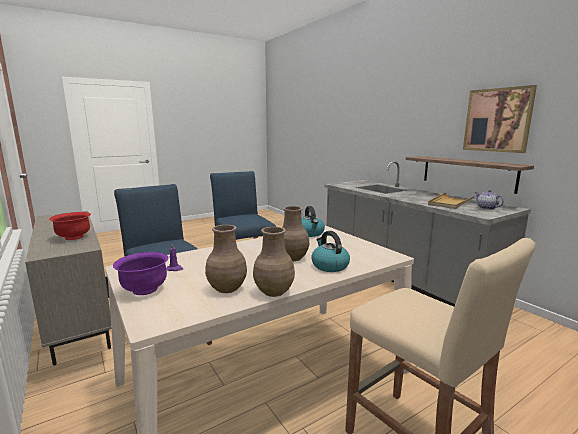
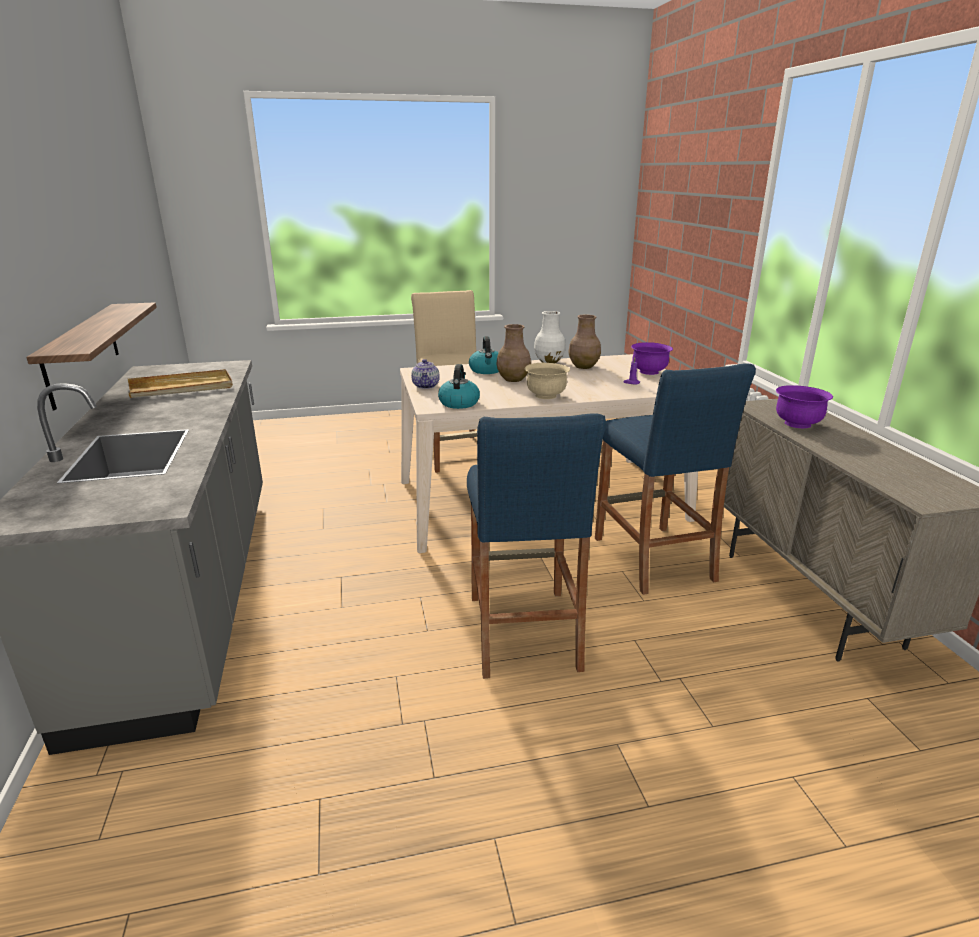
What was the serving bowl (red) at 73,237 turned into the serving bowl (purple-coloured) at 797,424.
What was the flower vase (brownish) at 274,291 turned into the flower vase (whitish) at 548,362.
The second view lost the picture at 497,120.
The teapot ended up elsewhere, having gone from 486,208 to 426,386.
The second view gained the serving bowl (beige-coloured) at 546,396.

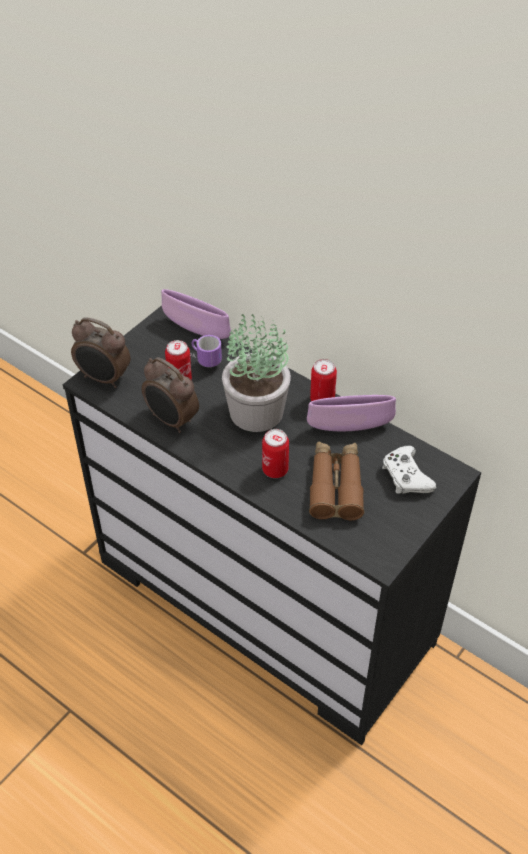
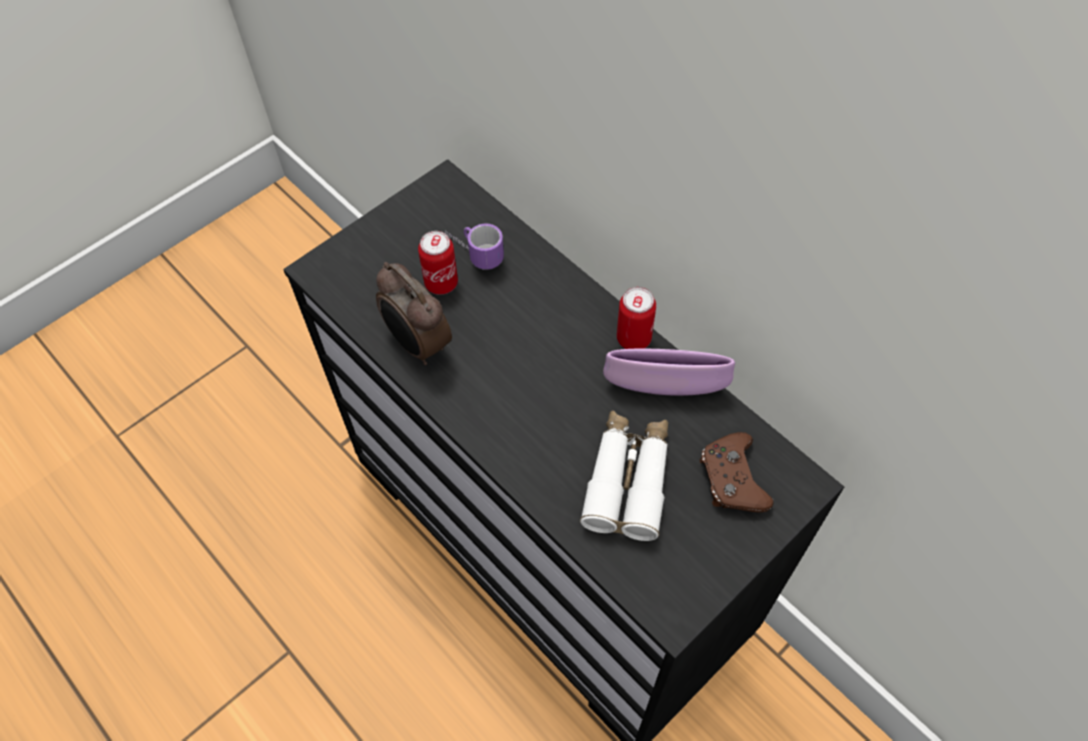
The second view lost the bedside clock at 104,379.
The second view lost the serving bowl (purple-coloured) at 196,330.
The second view lost the potted plant at 256,412.
The second view lost the metal can at 275,470.
What was the field glasses (brownish) at 335,486 turned into the field glasses (whitish) at 628,480.
What was the gamepad (whitish) at 406,476 turned into the gamepad (brownish) at 732,479.

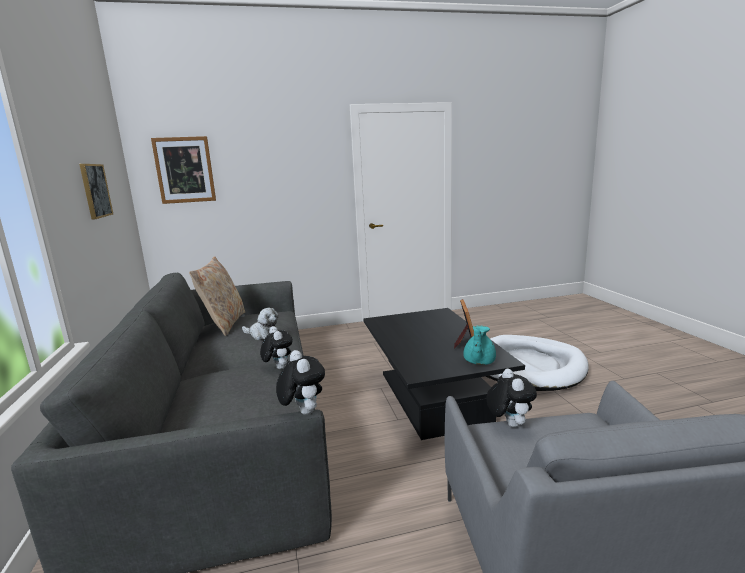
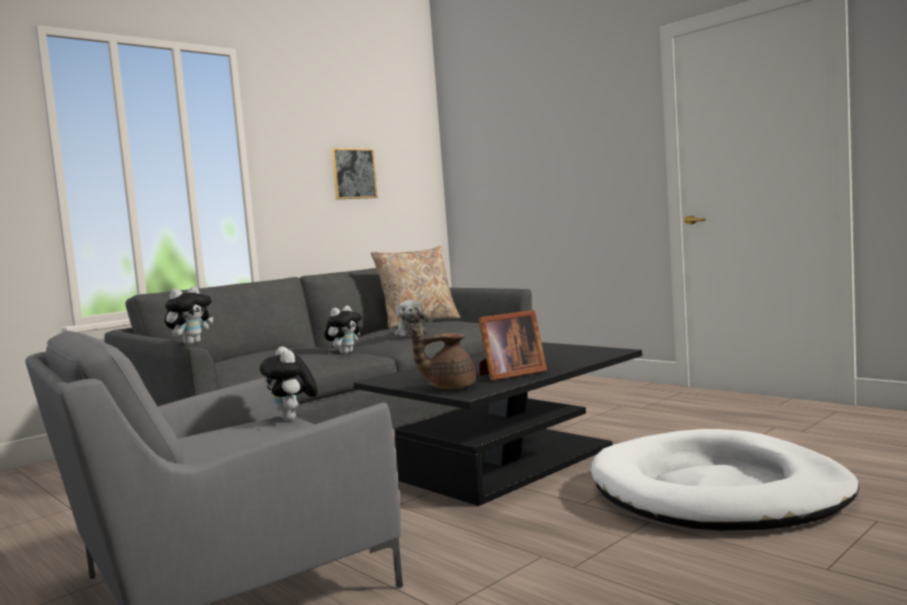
The second view lost the picture at 184,170.
What was the teapot (turquoise) at 478,362 turned into the teapot (brownish) at 449,387.
The cuddly toy at 508,424 ended up facing another way, 105 degrees clockwise from before.

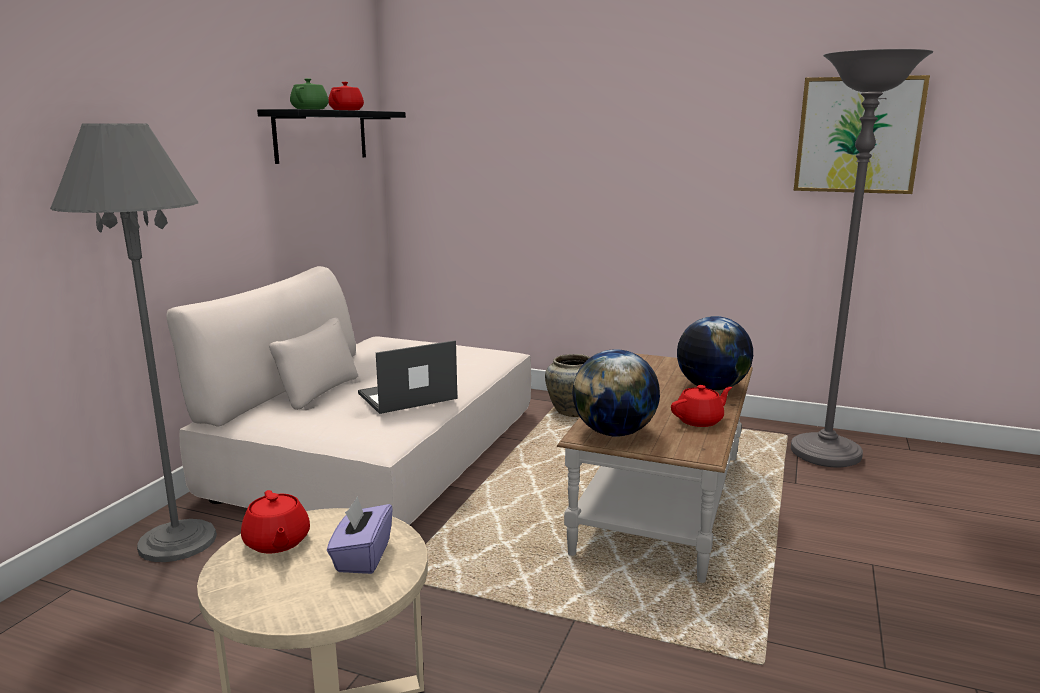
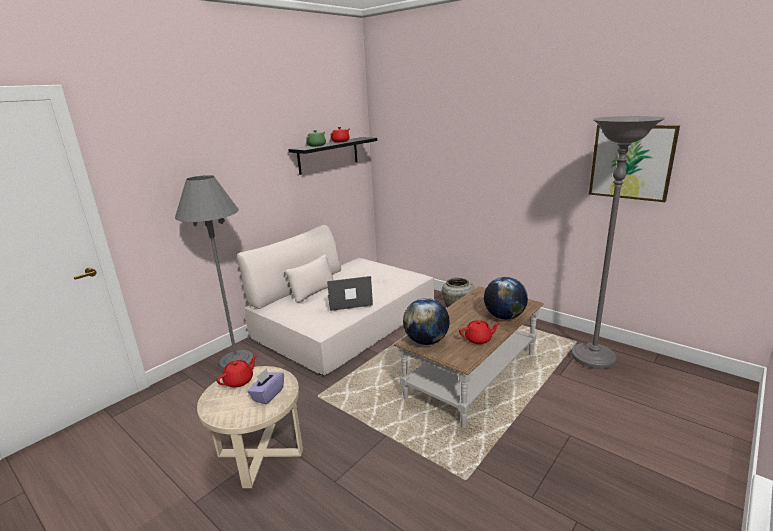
The teapot (red) at 277,542 ended up facing another way, 135 degrees counterclockwise from before.

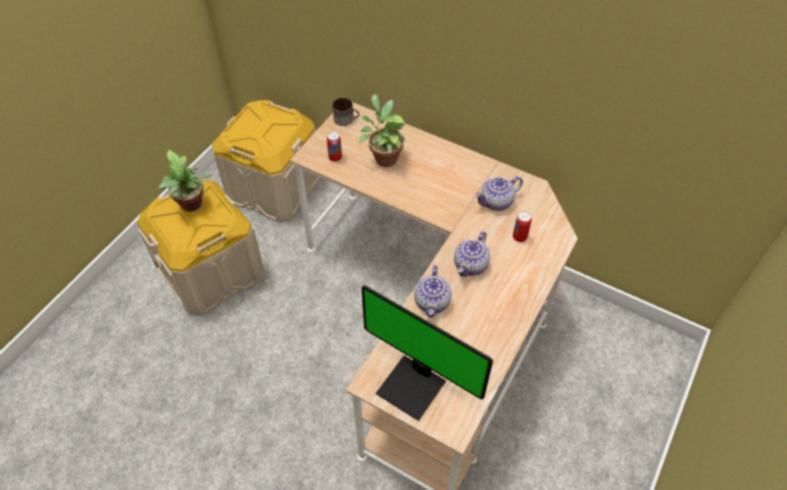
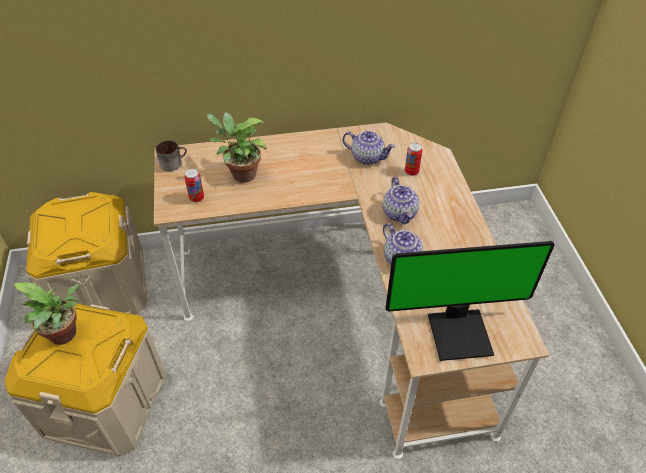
The teapot at 496,202 ended up facing another way, 90 degrees counterclockwise from before.

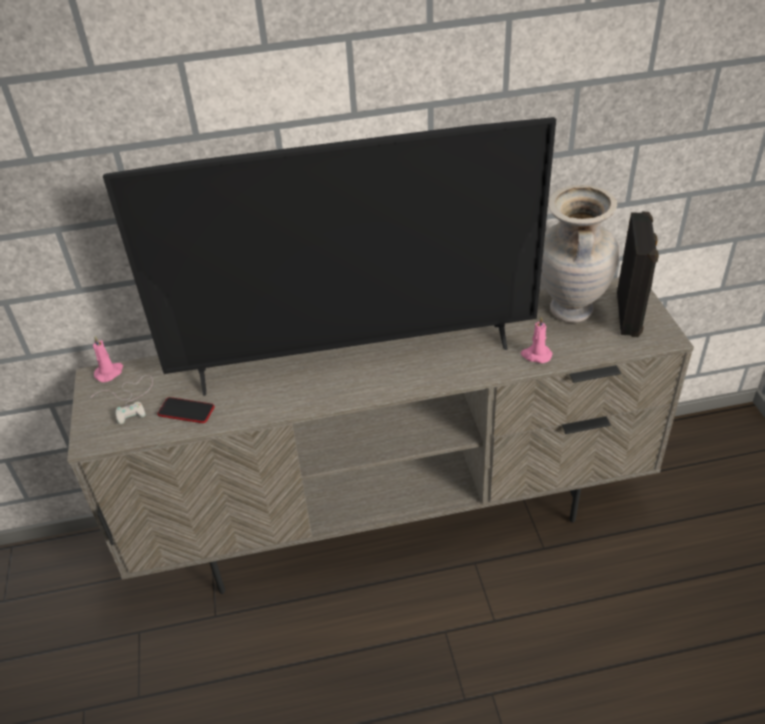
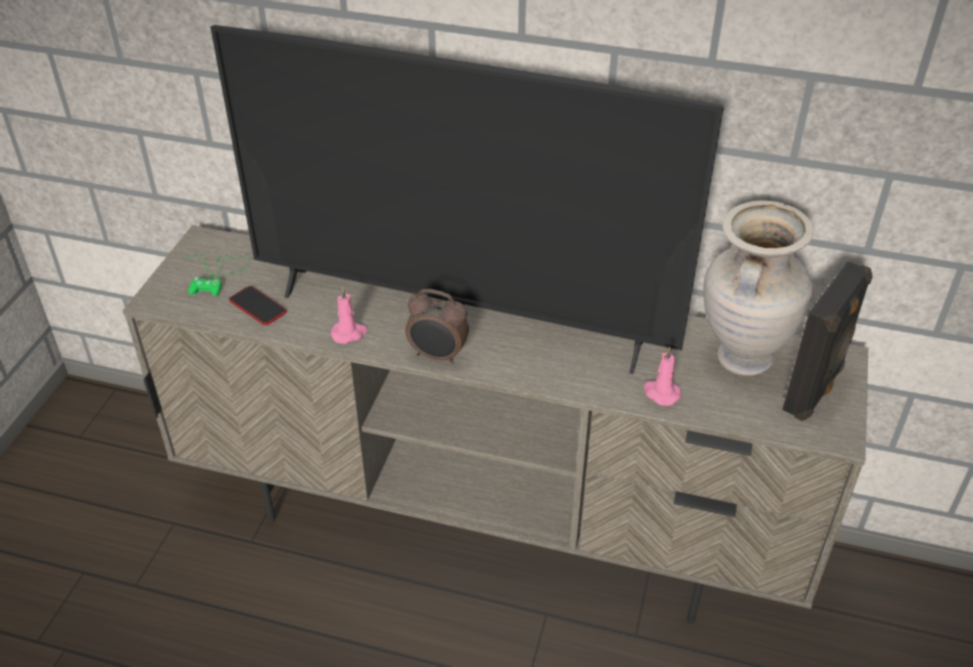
The candle (pink) ended up elsewhere, having gone from 109,372 to 349,333.
What was the gamepad (whitish) at 131,399 turned into the gamepad (green-coloured) at 217,274.
The second view gained the bedside clock at 438,356.

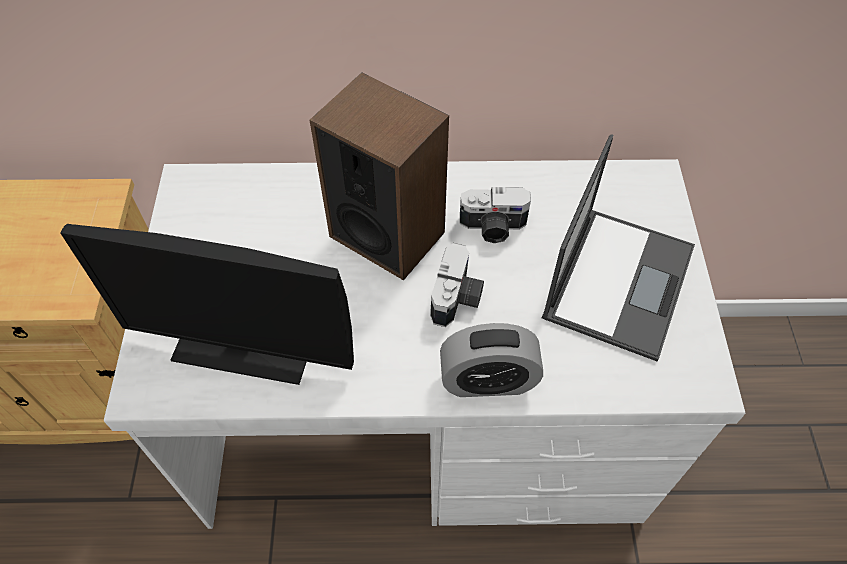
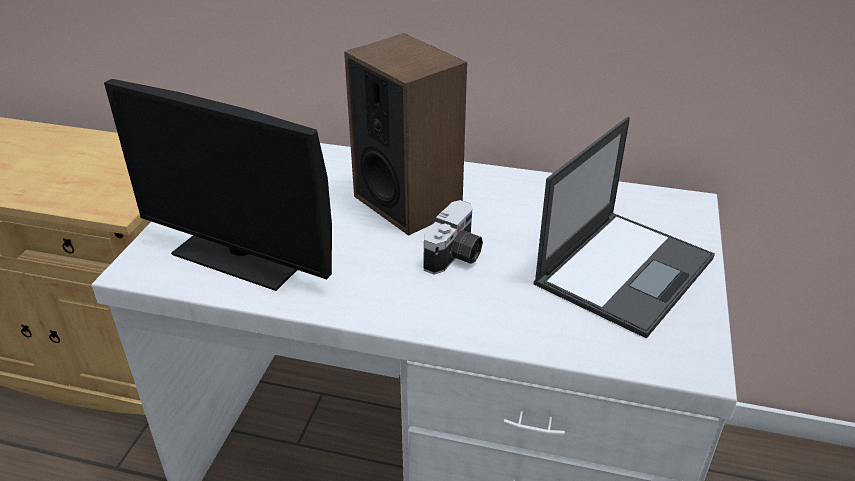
The second view lost the bedside clock at 488,380.
The second view lost the photo camera at 493,228.

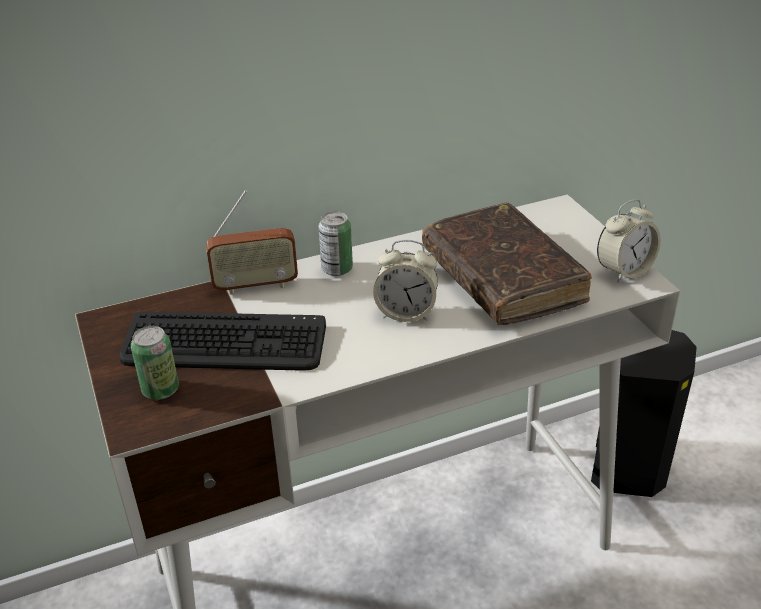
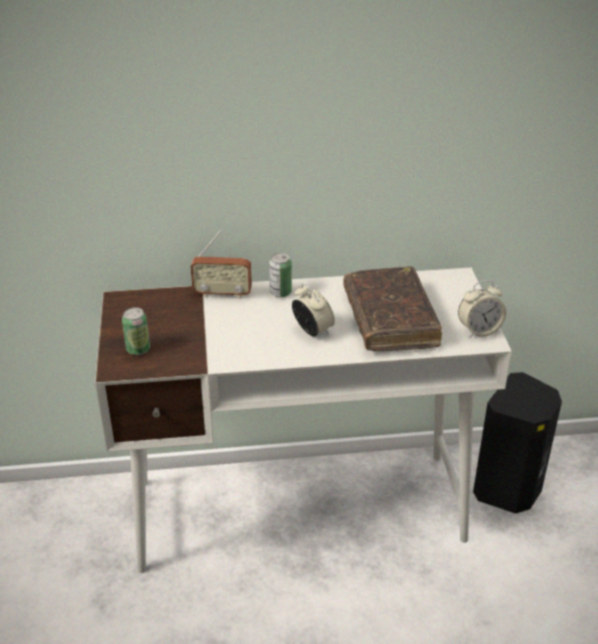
The second view lost the PC keyboard at 224,344.
The bedside clock at 406,313 ended up facing another way, 150 degrees counterclockwise from before.

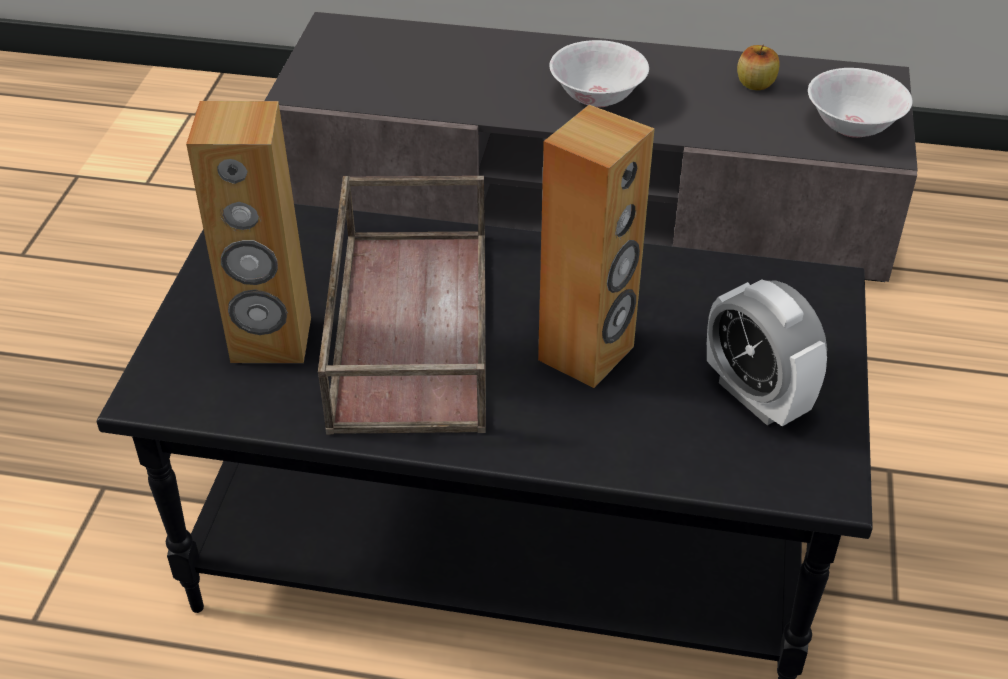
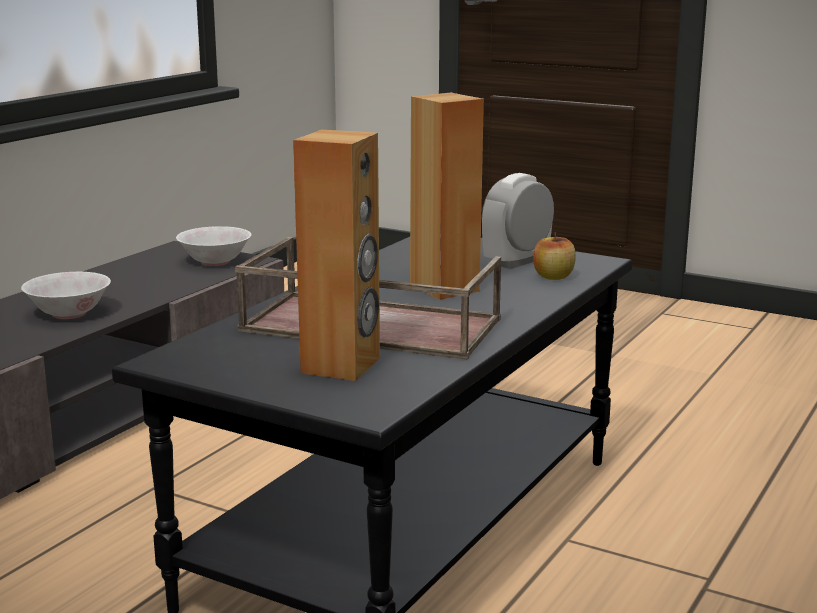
The bedside clock at 756,396 ended up facing another way, 150 degrees clockwise from before.
The apple fruit ended up elsewhere, having gone from 755,84 to 553,276.

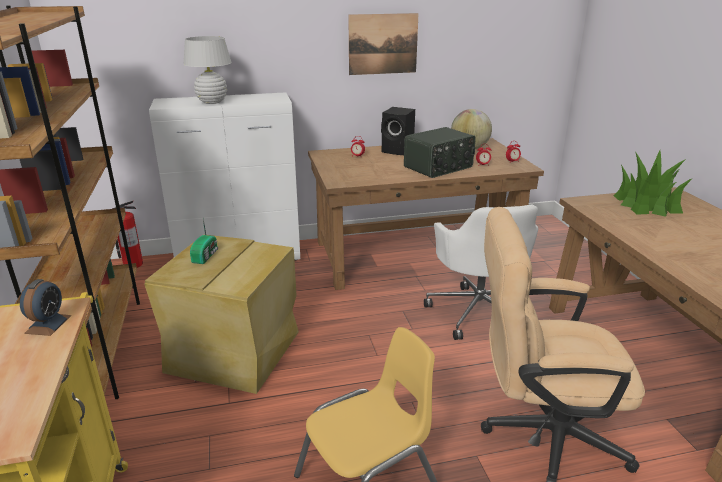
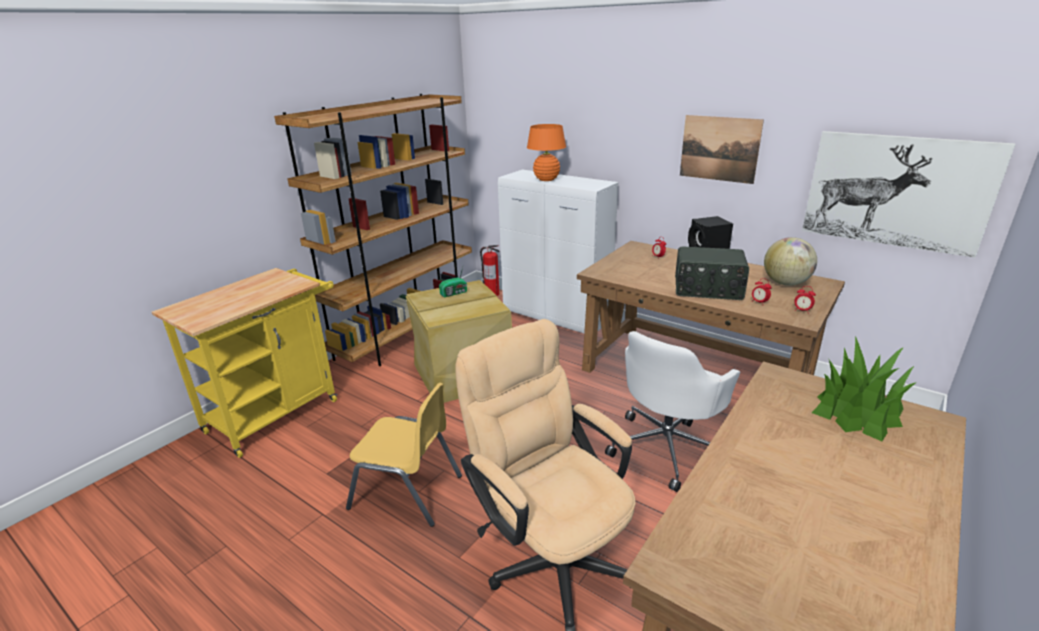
The second view lost the bedside clock at 48,324.
What was the table lamp (whitish) at 212,102 turned into the table lamp (orangey) at 546,179.
The second view gained the picture at 896,191.

